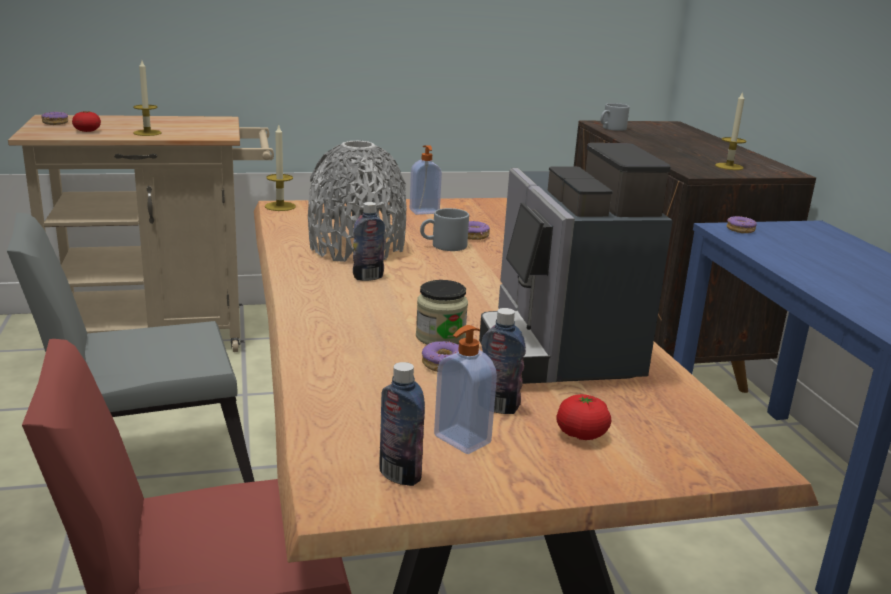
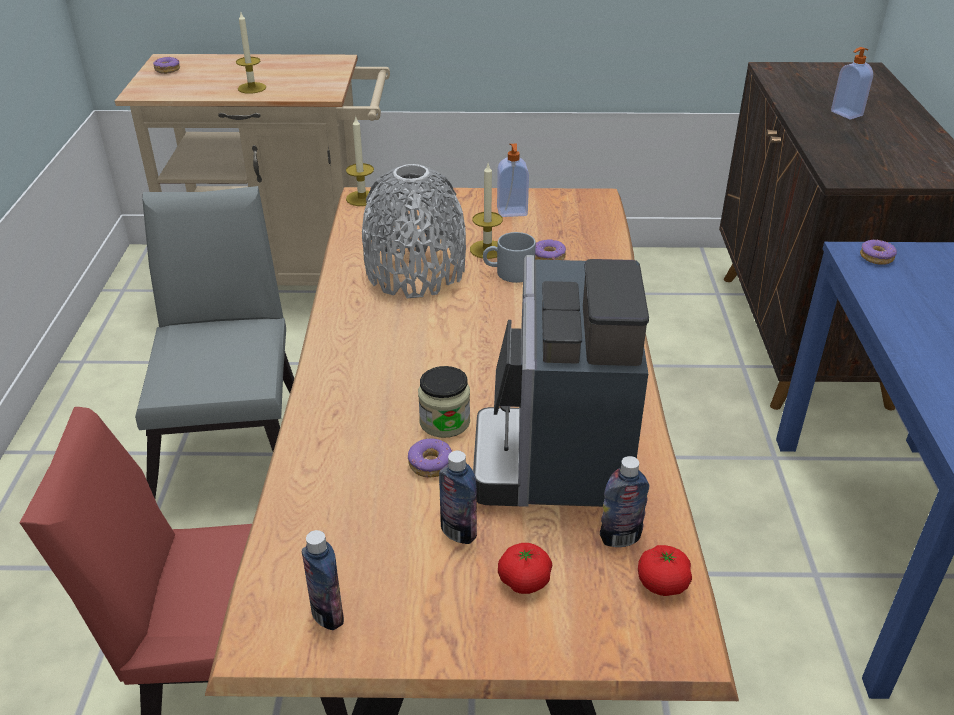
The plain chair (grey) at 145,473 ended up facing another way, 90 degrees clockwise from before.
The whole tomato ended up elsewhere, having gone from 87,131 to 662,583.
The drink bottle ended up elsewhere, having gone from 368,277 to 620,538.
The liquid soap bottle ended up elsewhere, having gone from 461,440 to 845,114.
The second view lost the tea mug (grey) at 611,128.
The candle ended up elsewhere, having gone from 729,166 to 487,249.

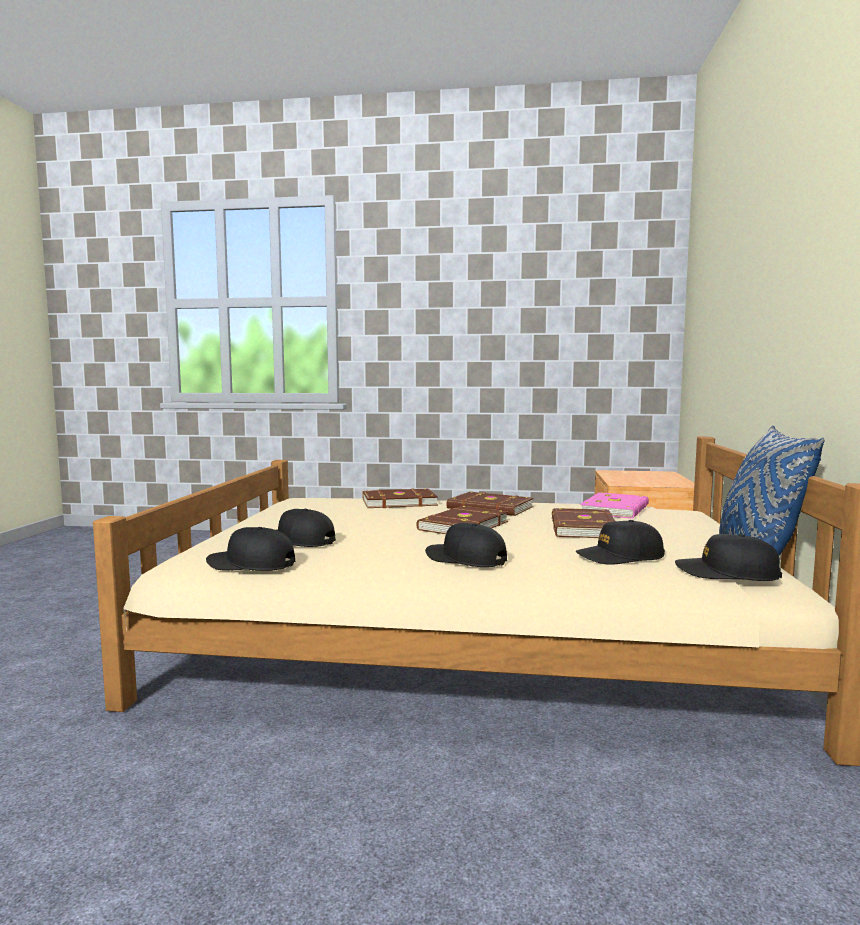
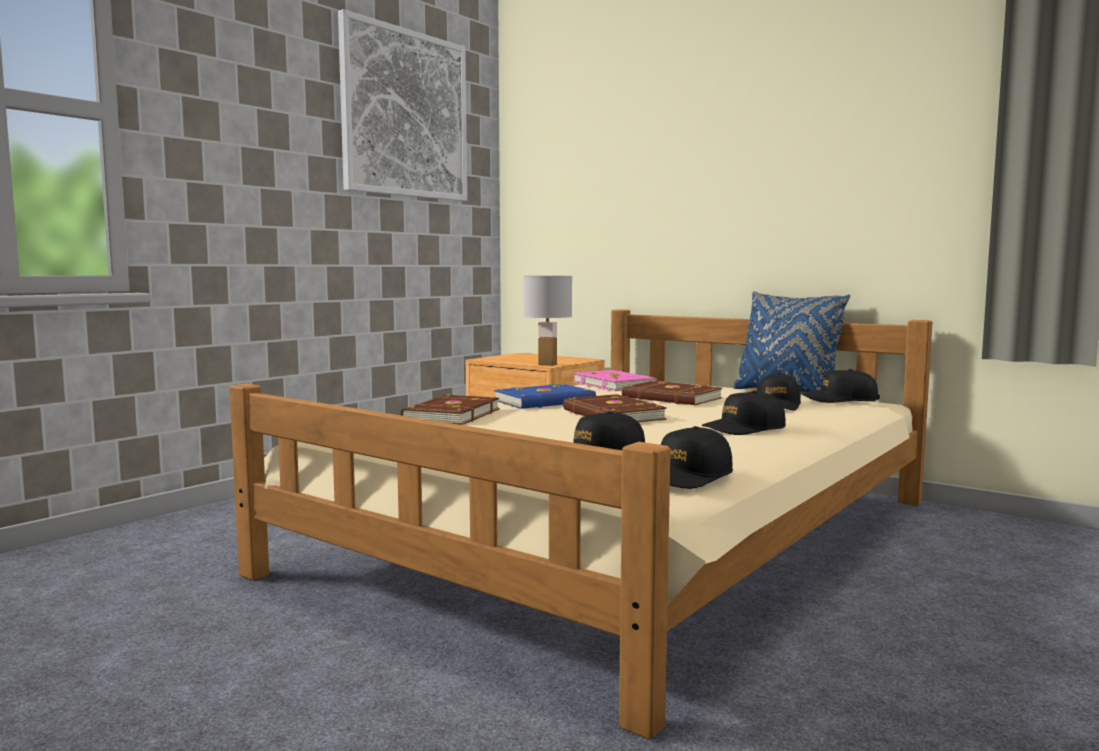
What was the volume (brownish) at 490,508 turned into the volume (bluish) at 546,402.
The baseball cap (black) at 727,573 ended up facing another way, 45 degrees clockwise from before.
The second view gained the picture at 405,114.
The second view gained the table lamp (whitish) at 547,365.

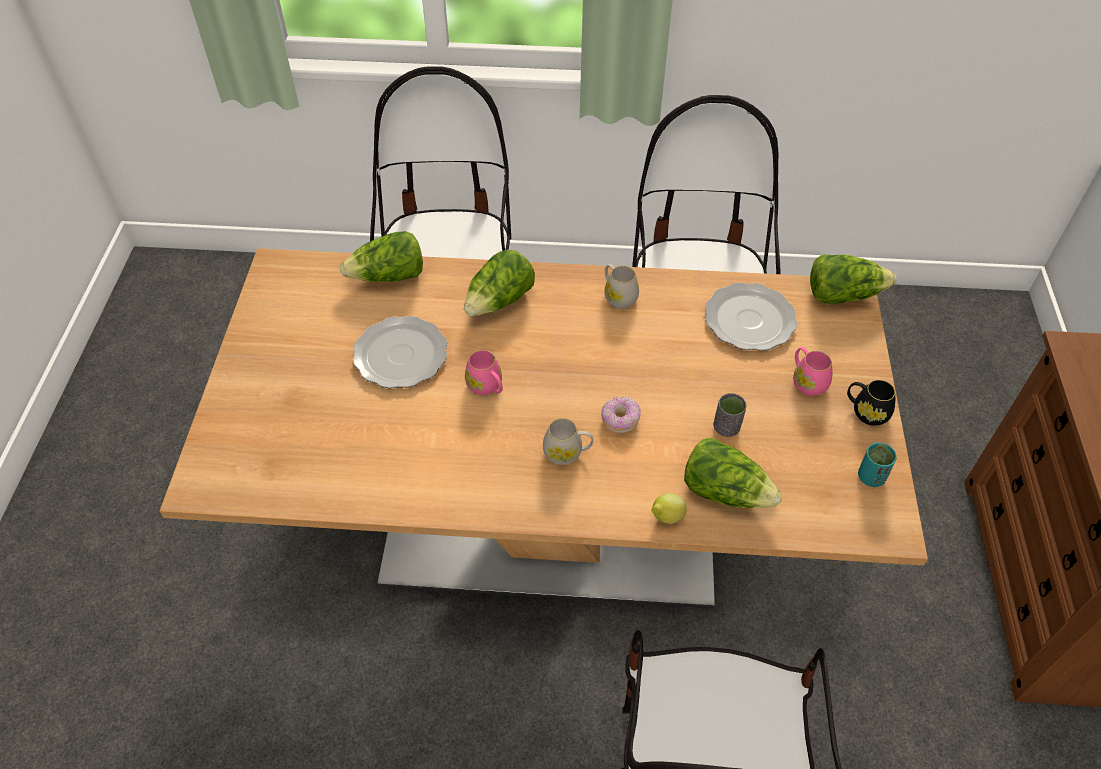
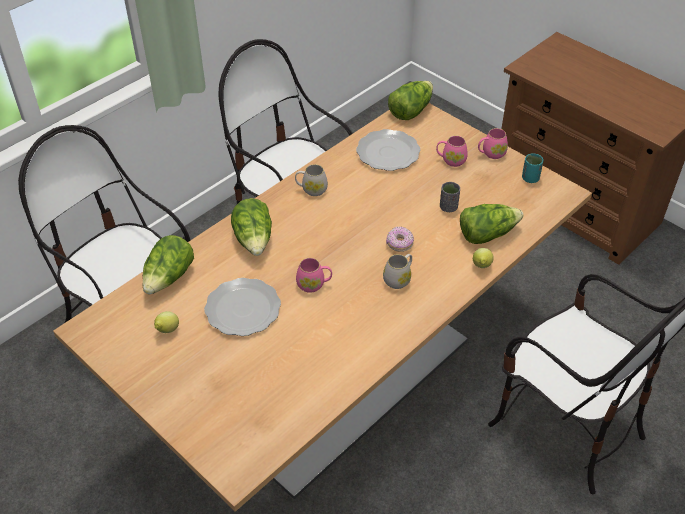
What was the tea mug (black) at 865,411 turned into the tea mug (pink) at 491,153.
The second view gained the whole lemon at 167,331.

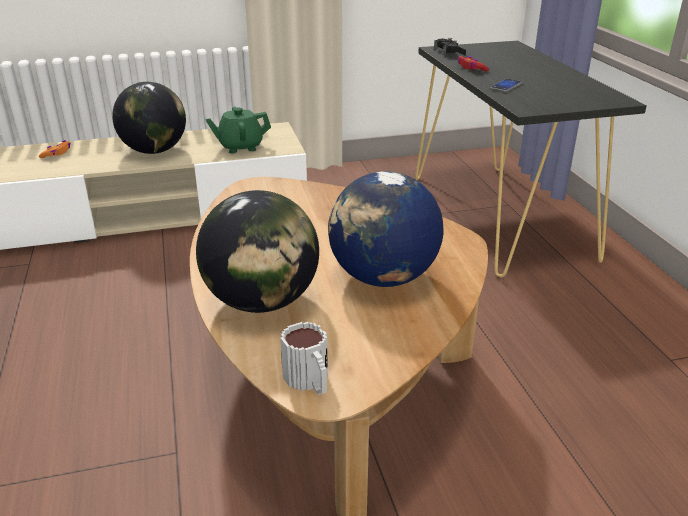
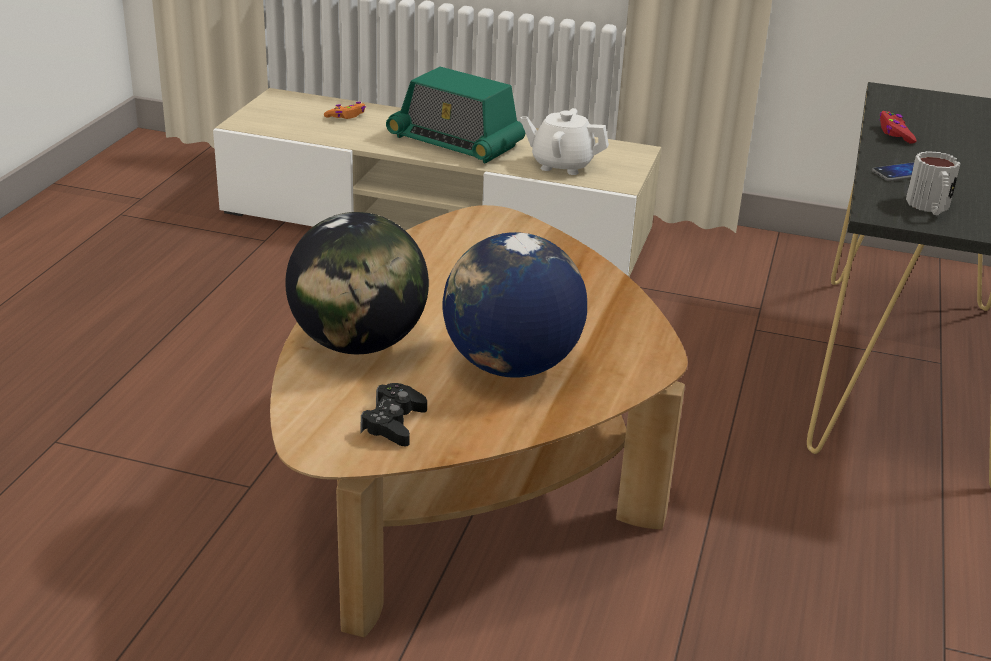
Where the desk globe stood at 154,151, the radio came to stand at 455,142.
What was the teapot (green-coloured) at 240,147 turned into the teapot (whitish) at 562,165.
The tea mug ended up elsewhere, having gone from 309,381 to 930,207.
The gamepad (black) ended up elsewhere, having gone from 449,52 to 393,423.

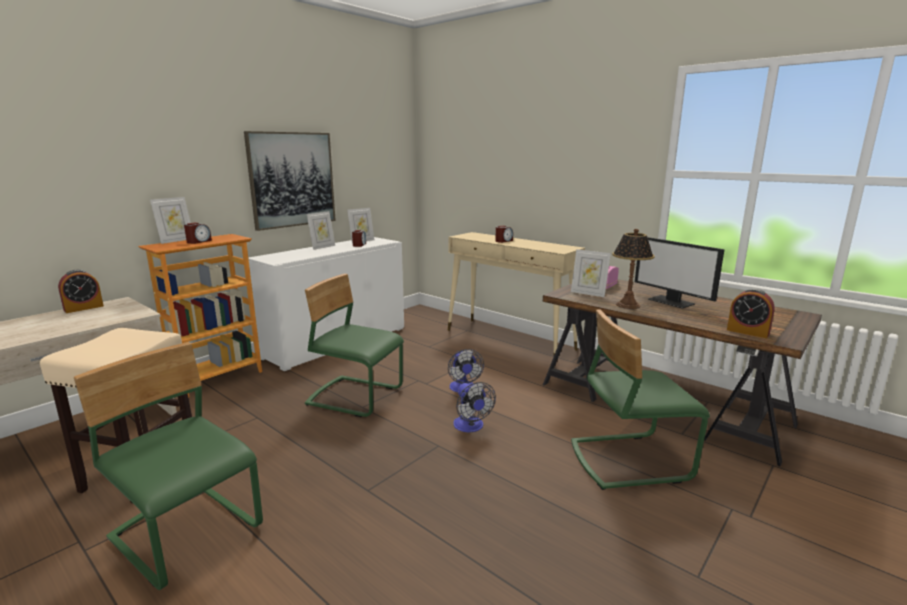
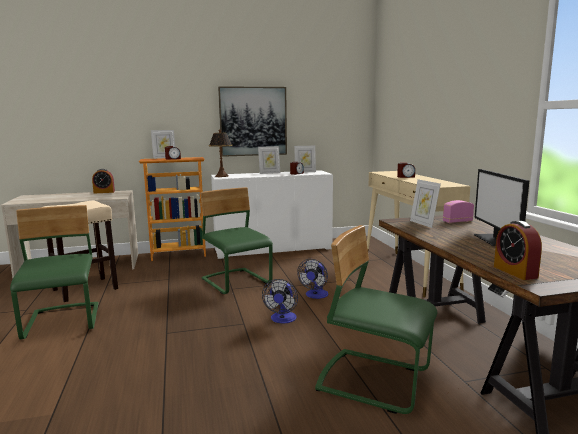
The table lamp ended up elsewhere, having gone from 627,305 to 221,176.

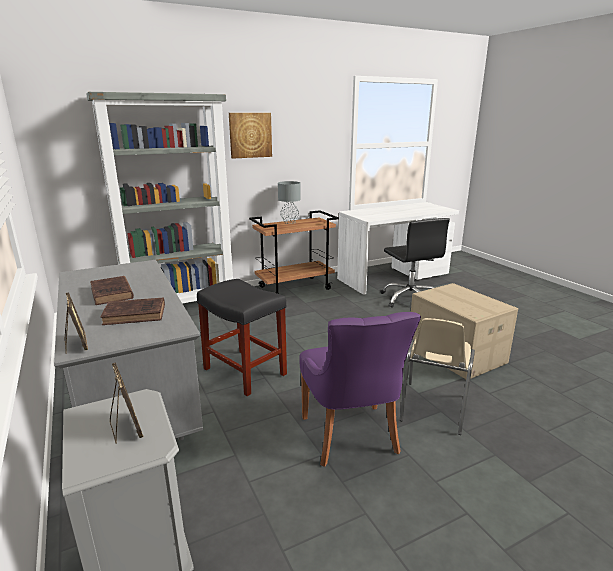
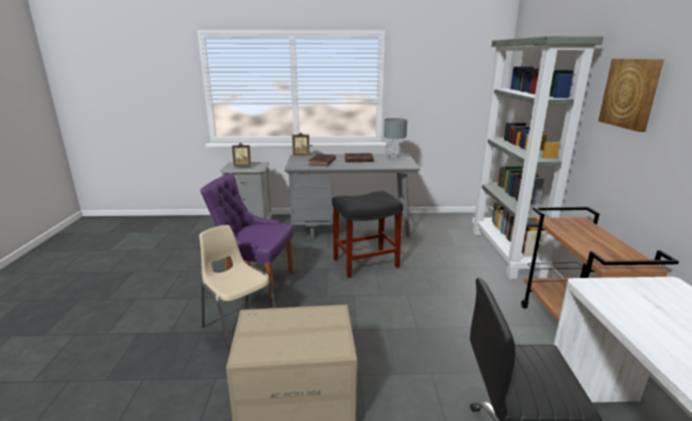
The table lamp (grey) ended up elsewhere, having gone from 290,222 to 394,159.

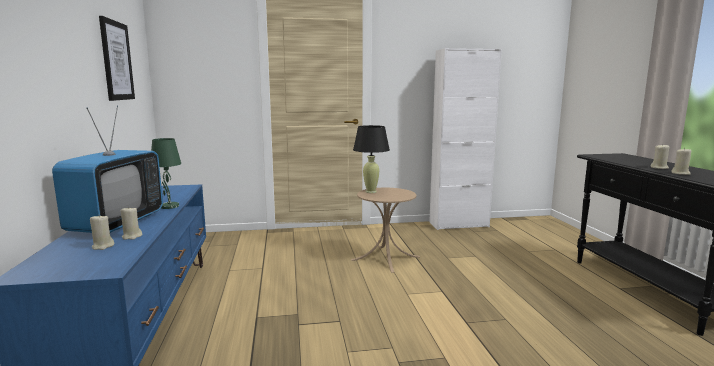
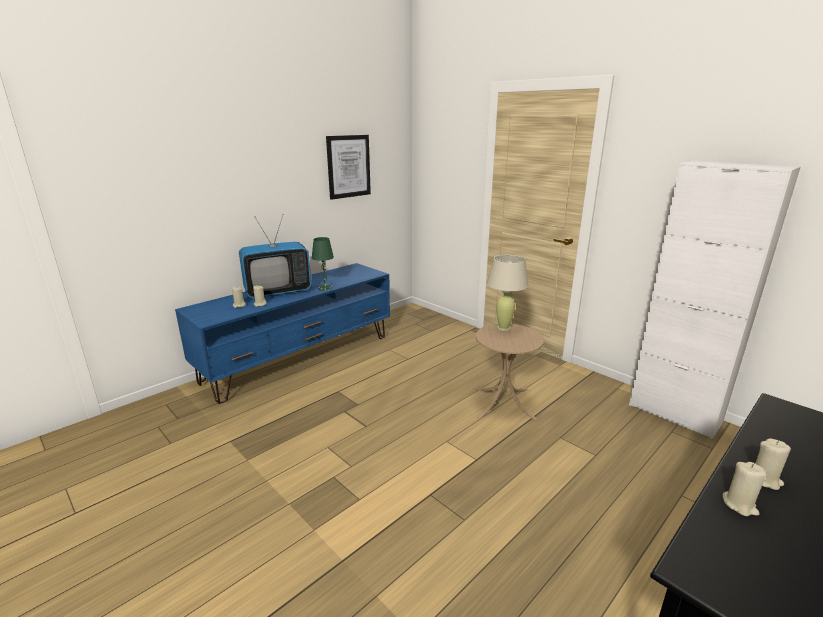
What was the table lamp (black) at 371,191 turned into the table lamp (beige-coloured) at 503,328.

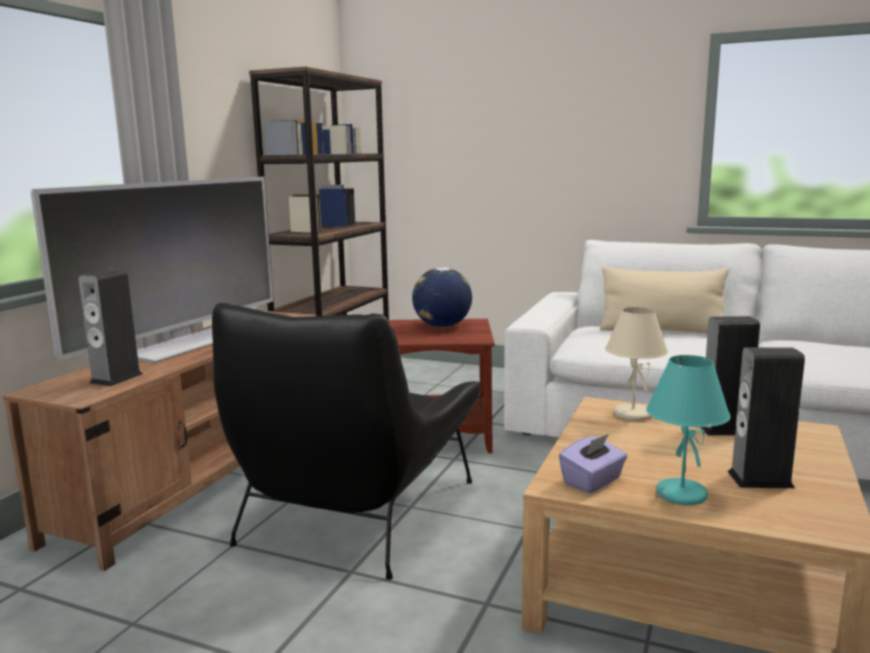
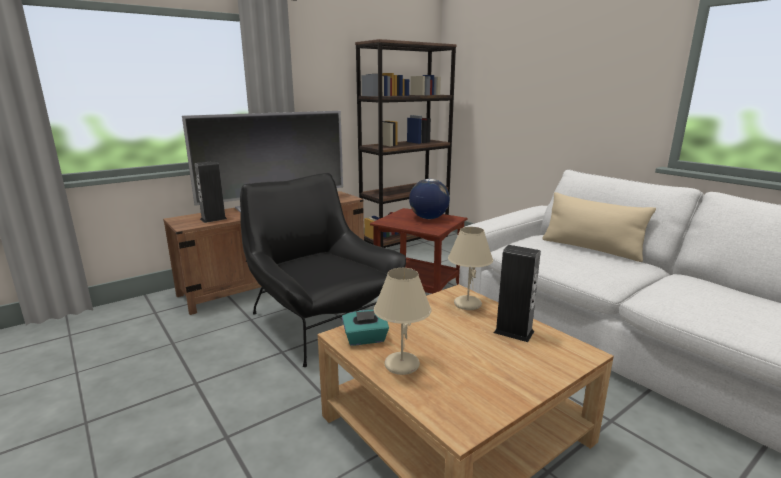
The easy chair (black) at 356,511 ended up facing another way, 90 degrees clockwise from before.
What was the box of tissues (purple-coloured) at 592,481 turned into the box of tissues (turquoise) at 365,339.
What was the table lamp (turquoise) at 680,494 turned into the table lamp (beige-coloured) at 401,365.
The second view lost the audio speaker at 760,479.

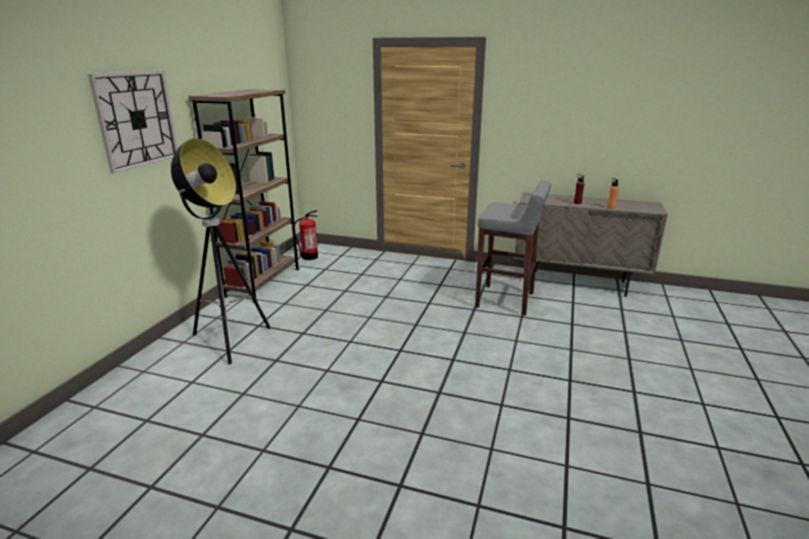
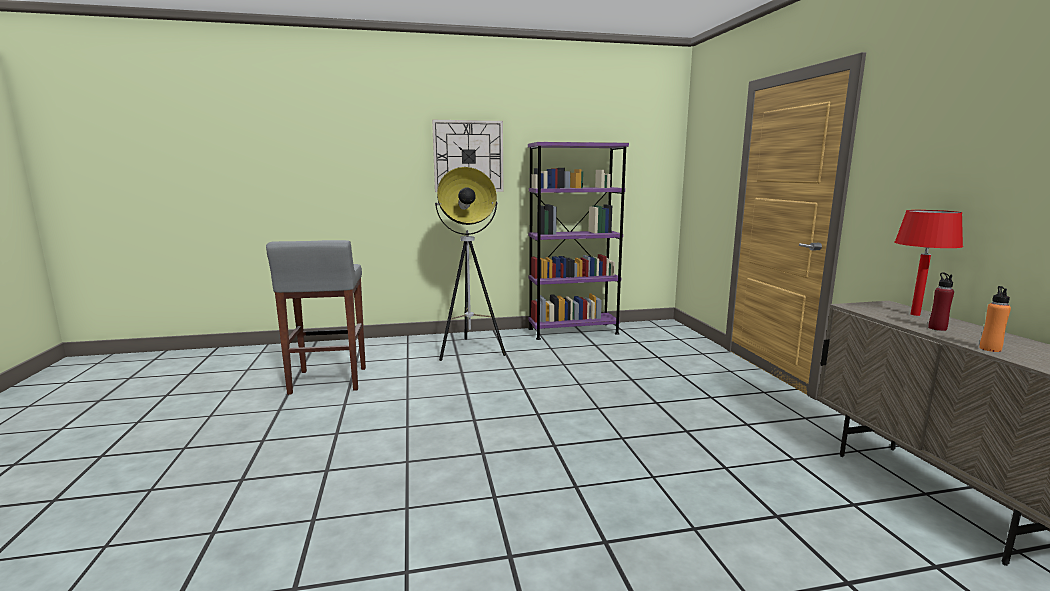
What was the bookcase (brownish) at 263,282 turned into the bookcase (purple-coloured) at 573,331.
The second view lost the fire-fighting cylinder at 309,257.
The sitting stool (grey) ended up elsewhere, having gone from 506,300 to 328,381.
The second view gained the table lamp (red) at 915,314.

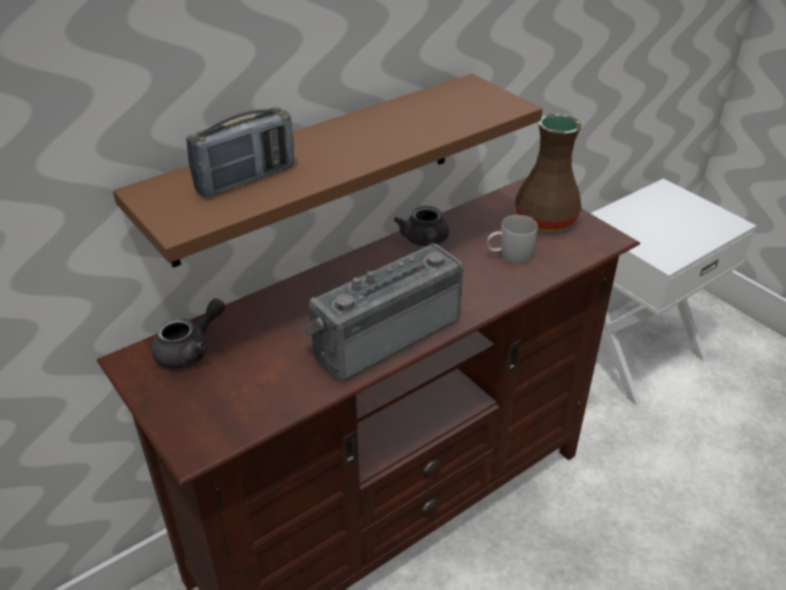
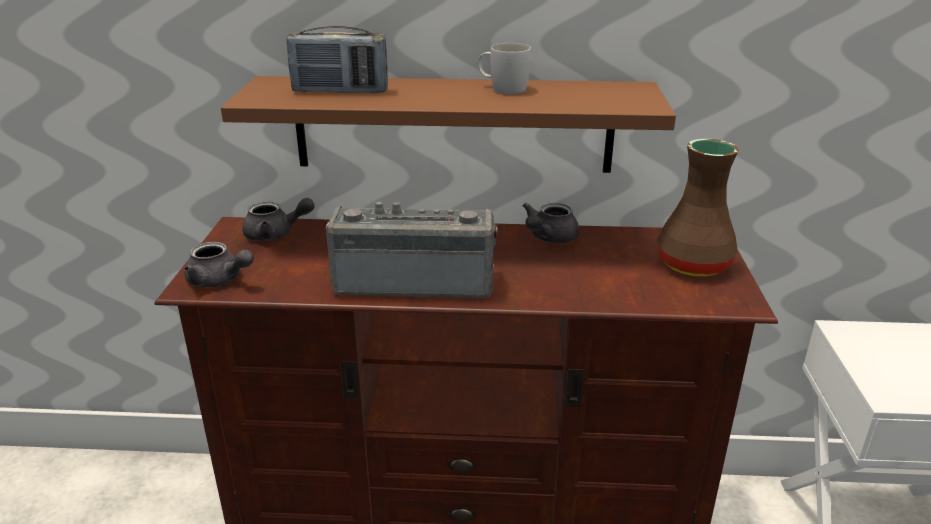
The tea mug (whitish) ended up elsewhere, having gone from 509,256 to 502,88.
The second view gained the teapot (grey) at 219,281.

